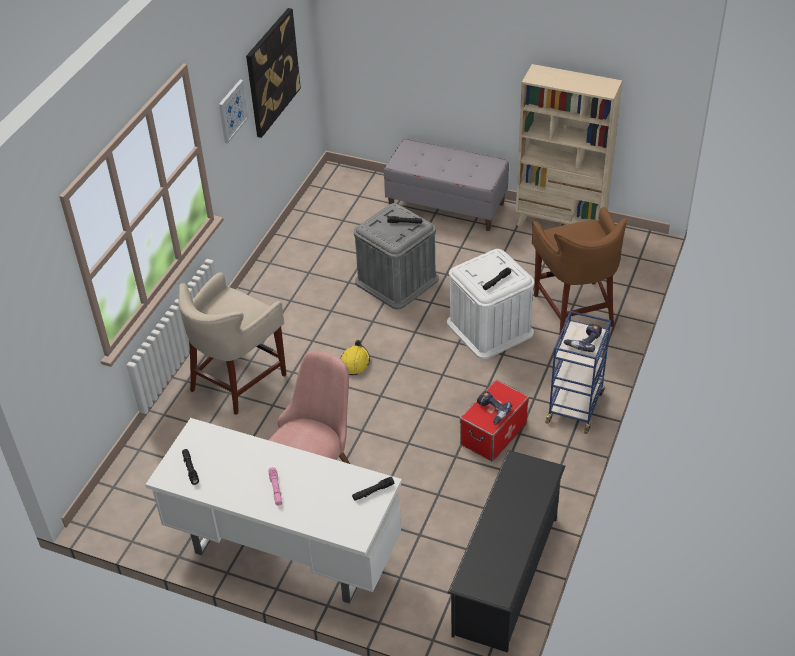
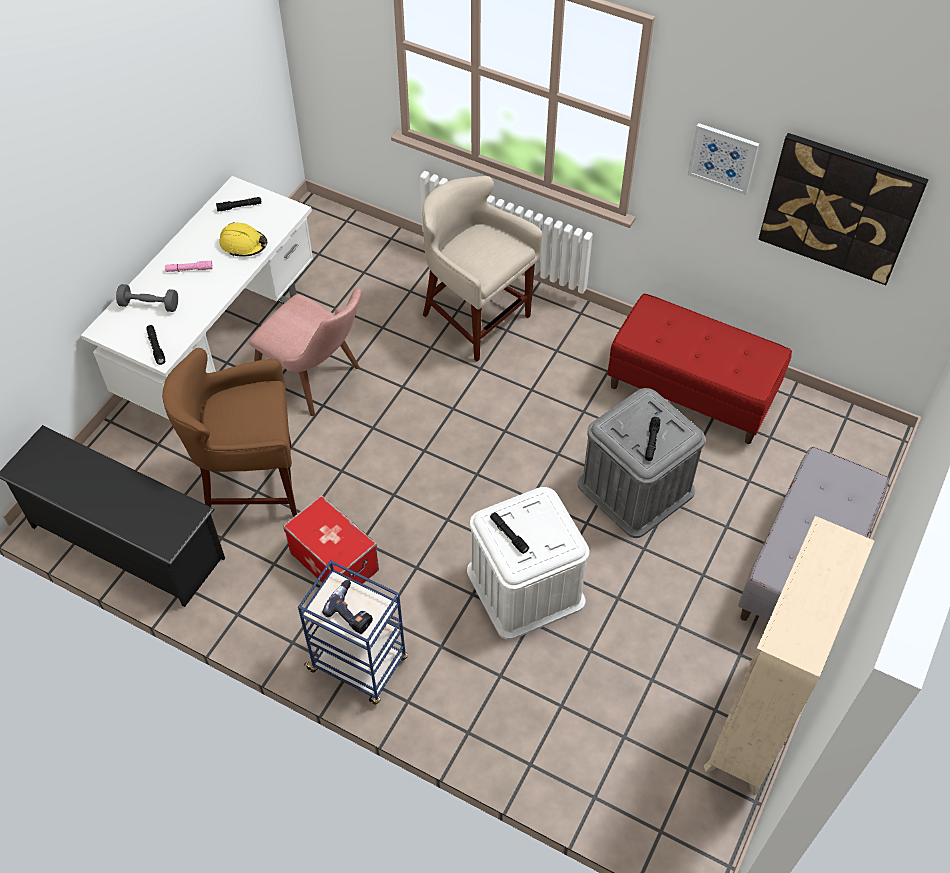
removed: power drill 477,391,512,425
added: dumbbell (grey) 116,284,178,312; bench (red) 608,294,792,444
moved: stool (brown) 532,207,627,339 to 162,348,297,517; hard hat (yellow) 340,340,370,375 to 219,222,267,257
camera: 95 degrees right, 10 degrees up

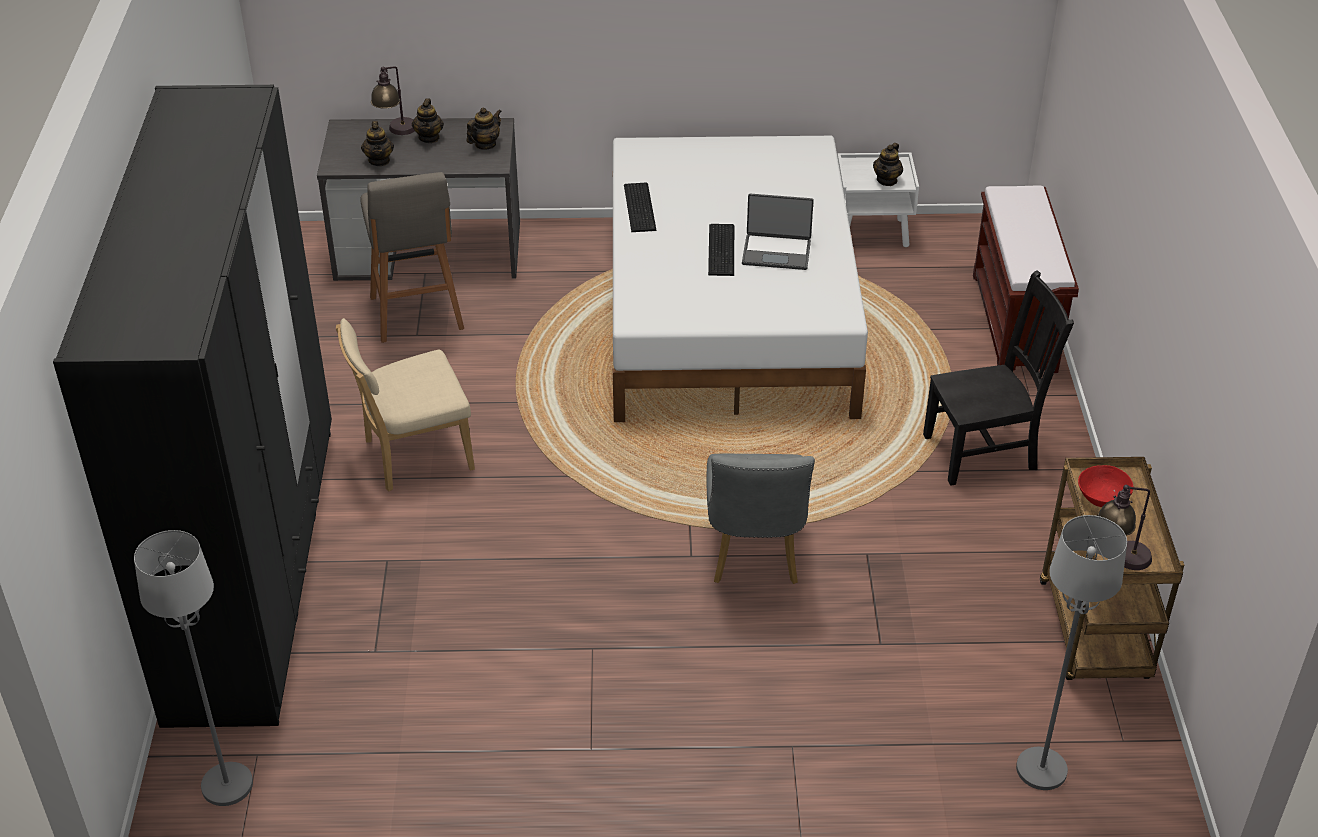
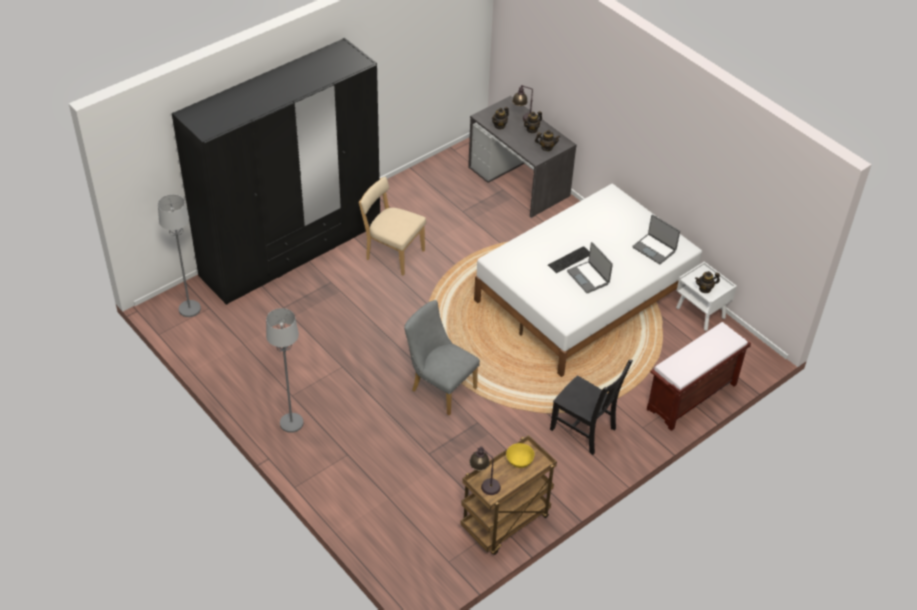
removed: stool (grey) 360,172,464,343; keyboard 624,183,656,232
added: laptop 632,214,680,264
moved: floor lamp (grey) 1016,515,1127,790 to 266,308,303,433
recoloured: bowl (red) 1078,465,1133,507 to bowl (yellow) 506,443,534,468
turned: chair (grey) 707,454,815,584 = 404,300,480,415 75 degrees clockwise
camera: 50 degrees right, 5 degrees up

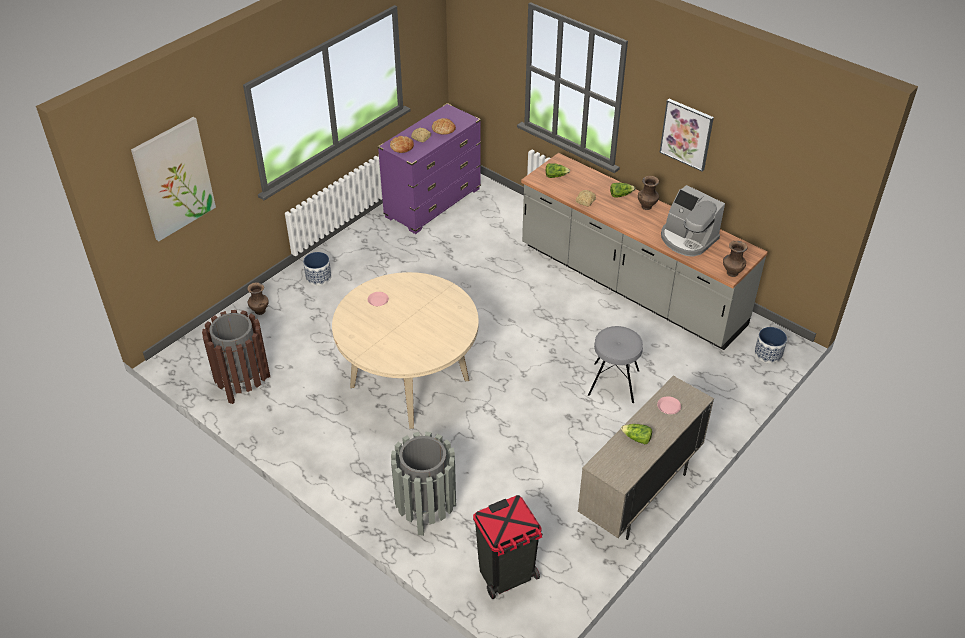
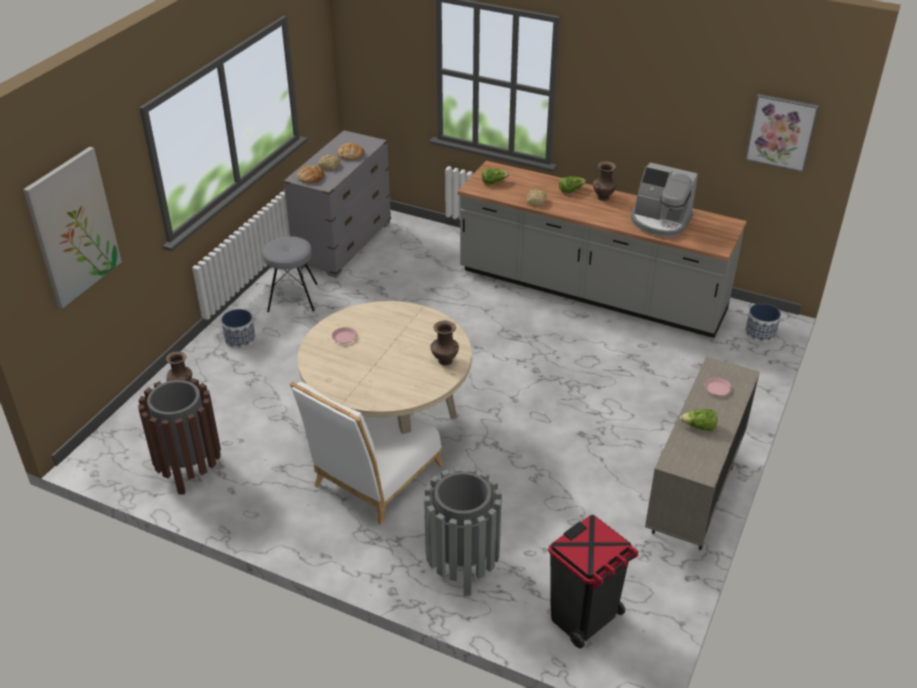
added: chair (white) 290,382,444,525
moved: picture 659,99,714,171 to 745,94,819,172; vase (brown) 723,241,748,277 to 431,321,459,366; stool (grey) 588,326,643,403 to 263,236,318,312
recoloured: dresser (purple) 378,103,481,234 to dresser (grey) 283,130,391,278
camera: 15 degrees left, 5 degrees down

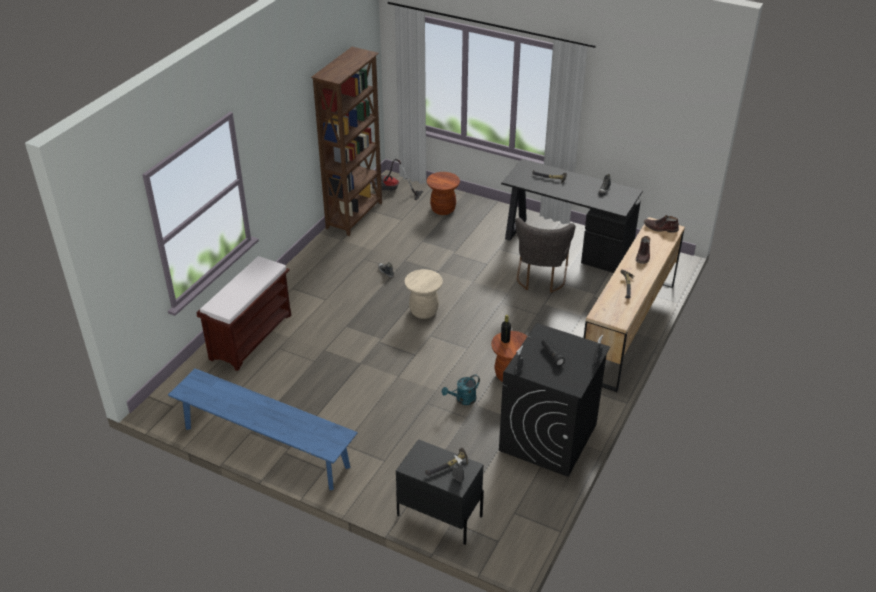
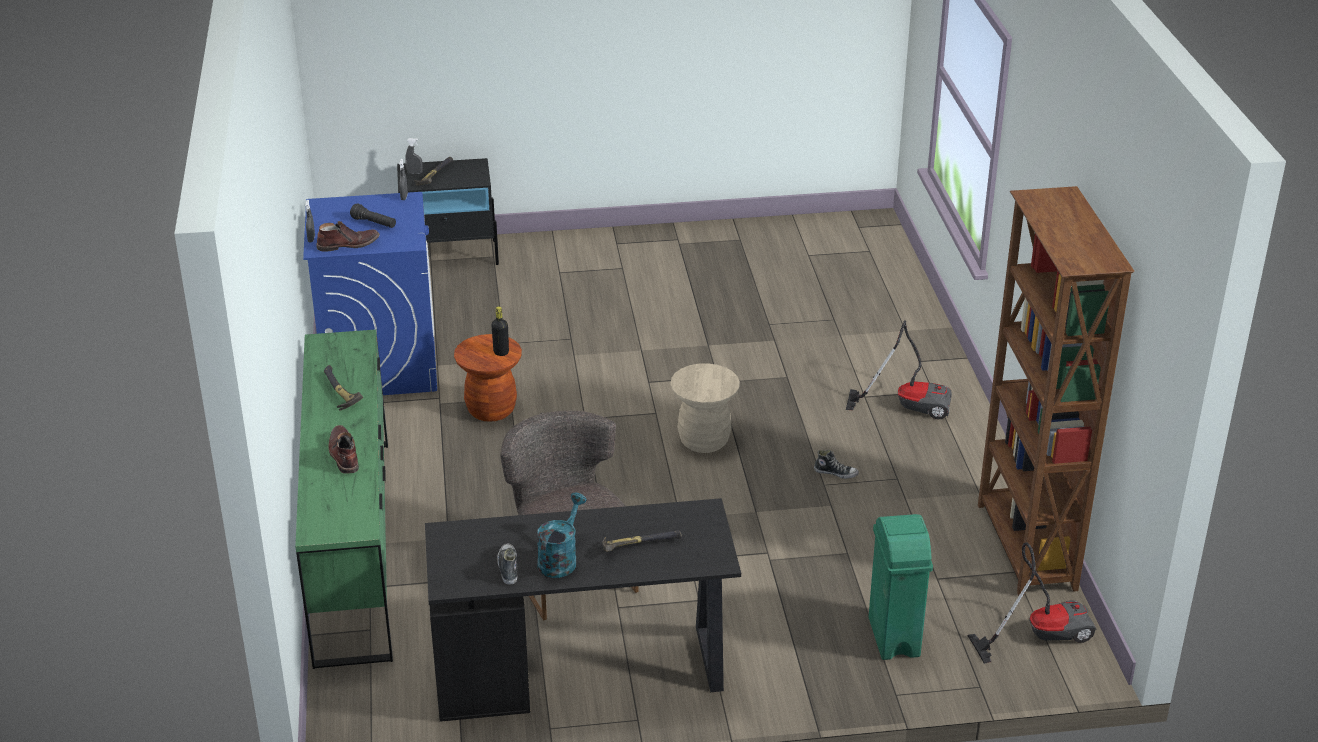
removed: bench (brown) 196,256,291,371; bench (blue) 168,368,358,490
added: vacuum cleaner 846,320,952,420
moved: boot (brown) 644,215,679,233 to 316,221,380,251; watering can (turquoise) 442,375,480,405 to 537,493,587,578
replaced: stool (brown) 427,172,460,215 to trash can (green) 869,514,933,660
recoloured: dresser (brown) 584,217,685,392 to dresser (green) 295,329,393,669; washing machine (black) 499,323,610,477 to washing machine (blue) 303,192,437,395
camera: 145 degrees right, 5 degrees down

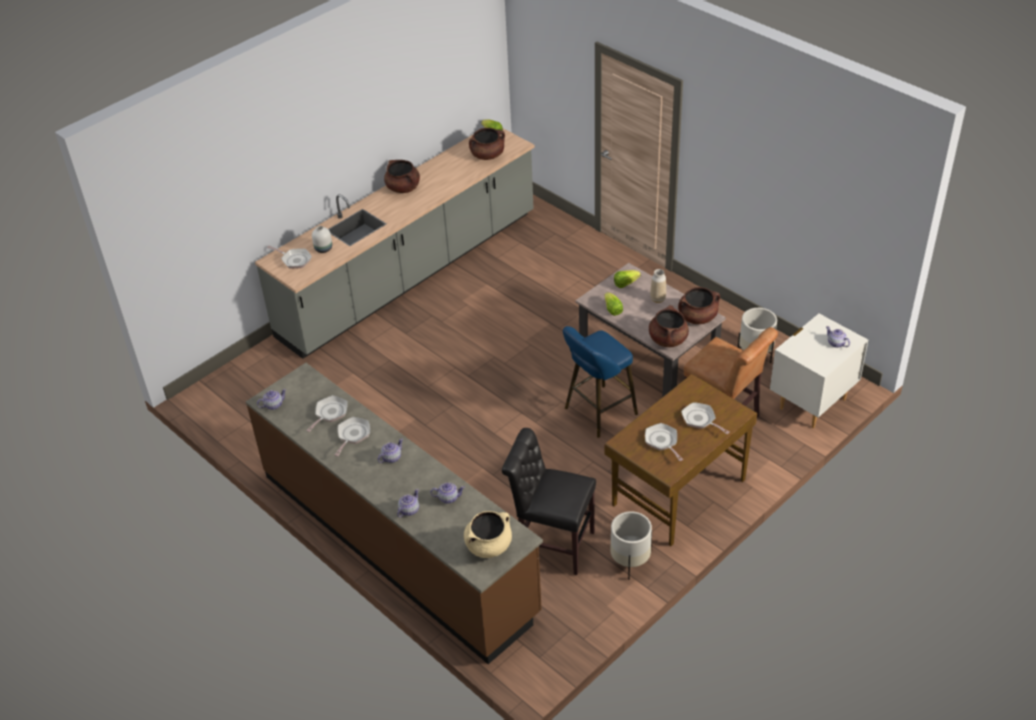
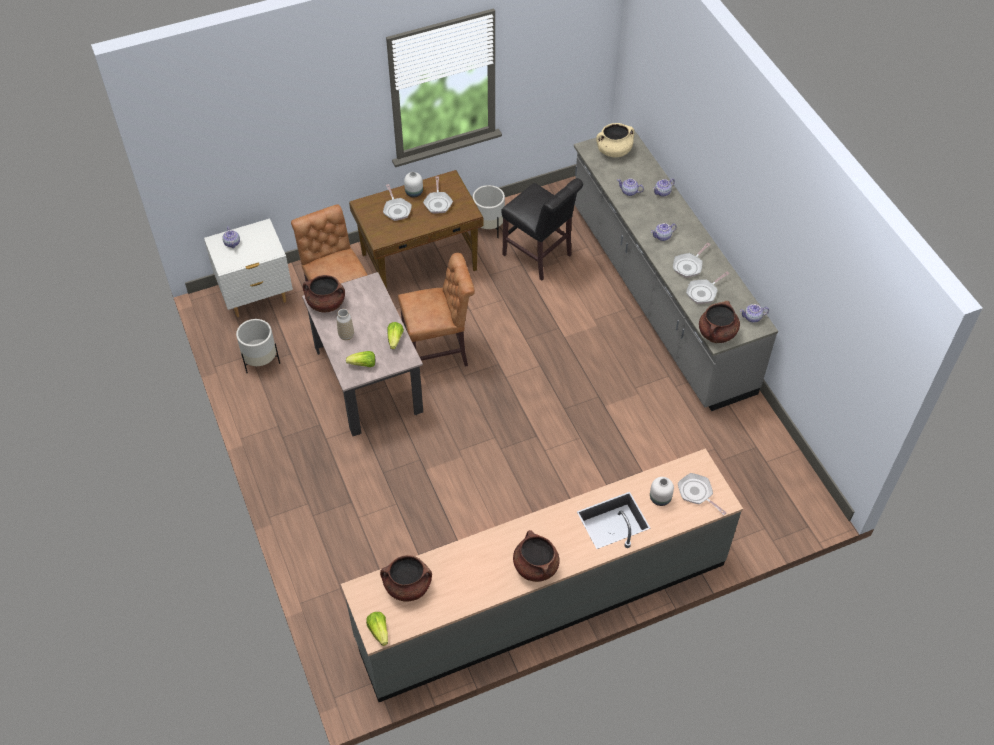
added: vase (white) 404,172,423,197
moved: cooking pot (brown) 649,305,689,347 to 699,301,740,343
replaced: stool (blue) 563,326,638,438 to chair (brown) 398,253,475,367
recoloured: counter (brown) 246,363,543,664 to counter (grey) 574,130,778,411
camera: 160 degrees left, 10 degrees up

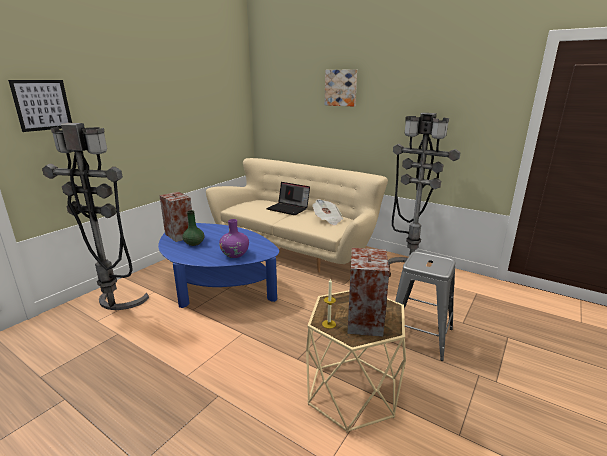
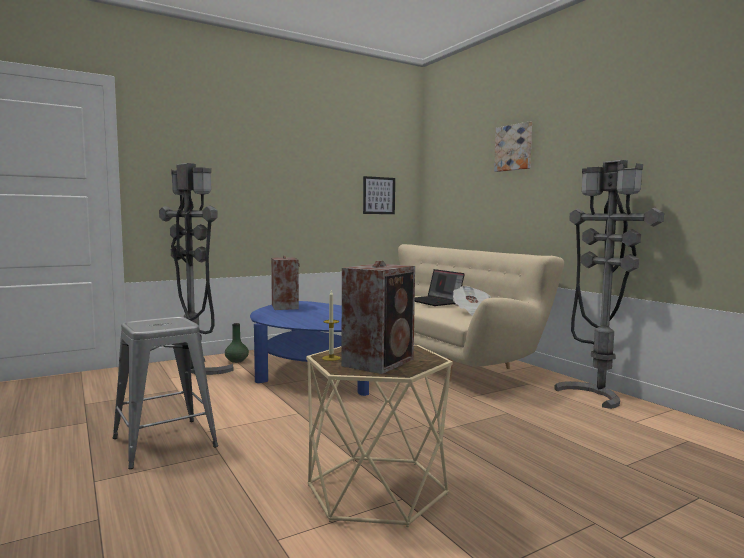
removed: vase (purple) 219,219,249,258
moved: picture 8,80,72,132 to 363,176,395,214; vase (green) 183,210,204,246 to 225,323,249,363; stool (grey) 395,251,456,361 to 113,317,218,469
camera: 25 degrees right, 15 degrees down

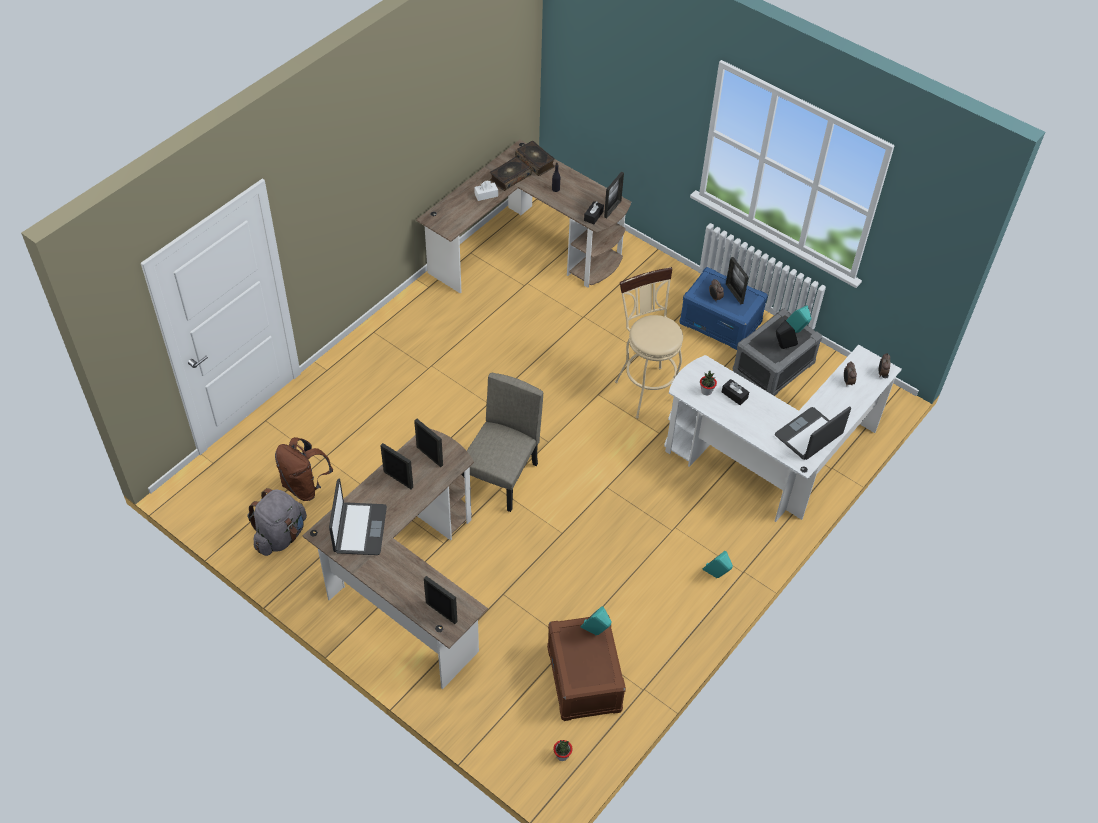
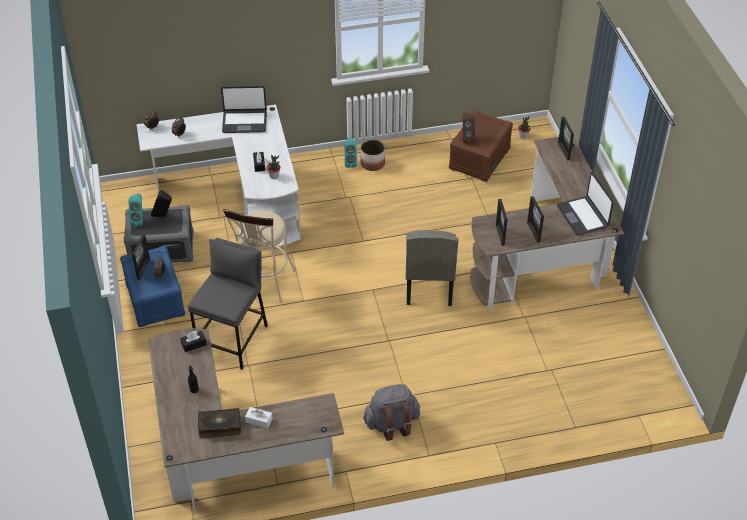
removed: book 515,141,555,176; picture frame 604,172,624,219; backpack (brown) 275,437,333,501
added: planter 361,140,385,171; stool (grey) 188,238,268,370
moved: backpack (grey) 247,488,307,556 to 363,384,420,441
recoloured: speaker (turquoise) 580,606,612,635 to speaker (brown) 463,112,475,143
turned: chair (beige) 461,373,543,512 = 406,230,458,306 60 degrees counterclockwise; laptop 329,478,387,555 = 557,172,614,235 60 degrees counterclockwise
camera: 140 degrees left, 5 degrees down

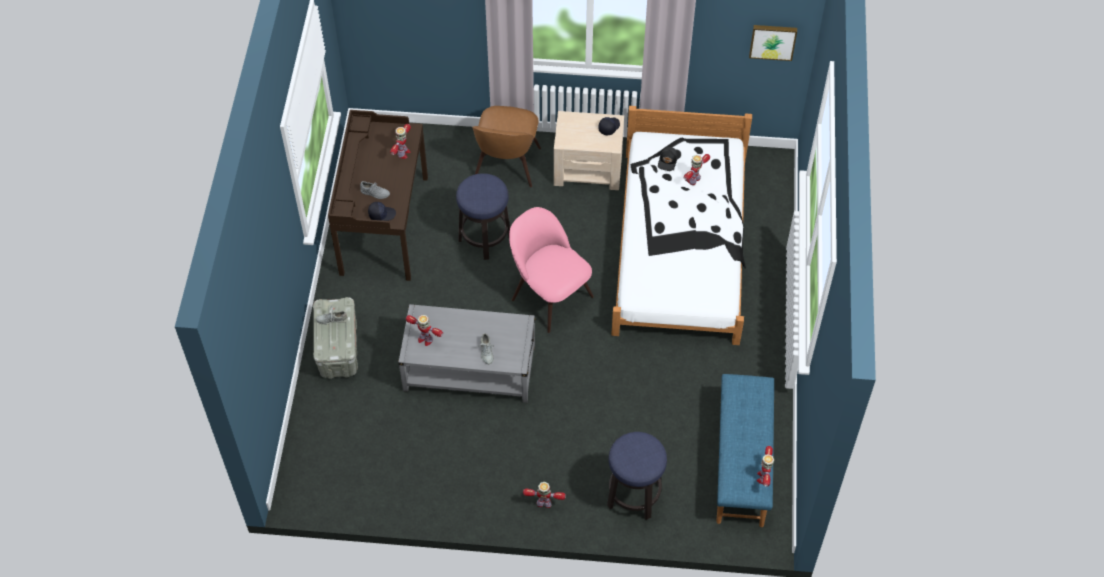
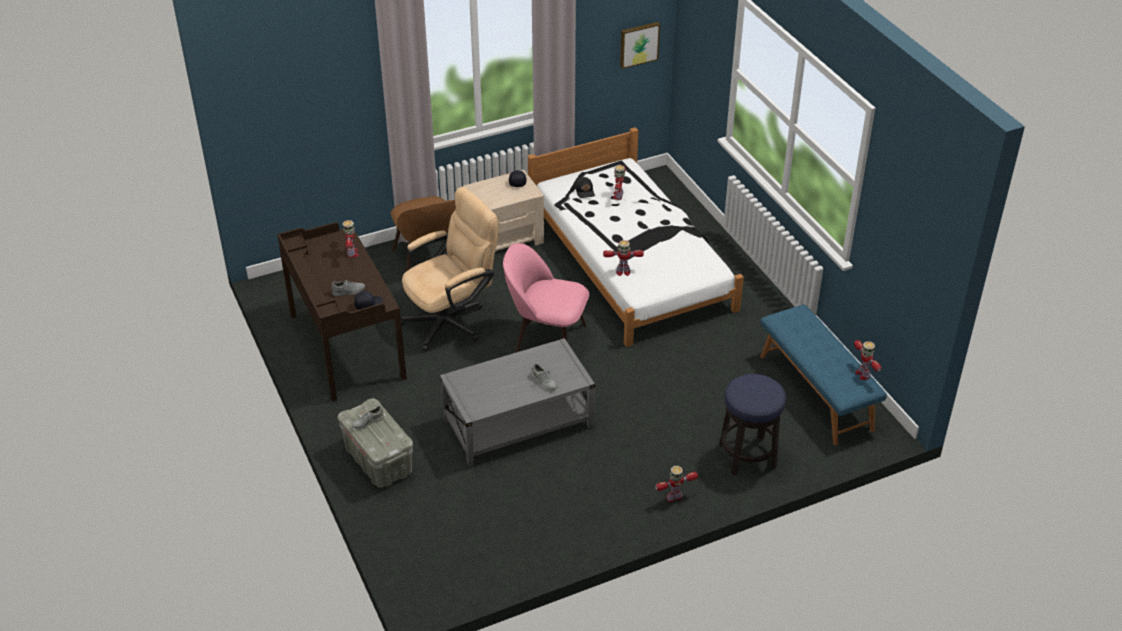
moved: toy robot 406,315,443,346 to 603,240,644,276
replaced: stool 456,173,510,260 to office chair (beige) 401,187,498,351
camera: 30 degrees left, 15 degrees down

